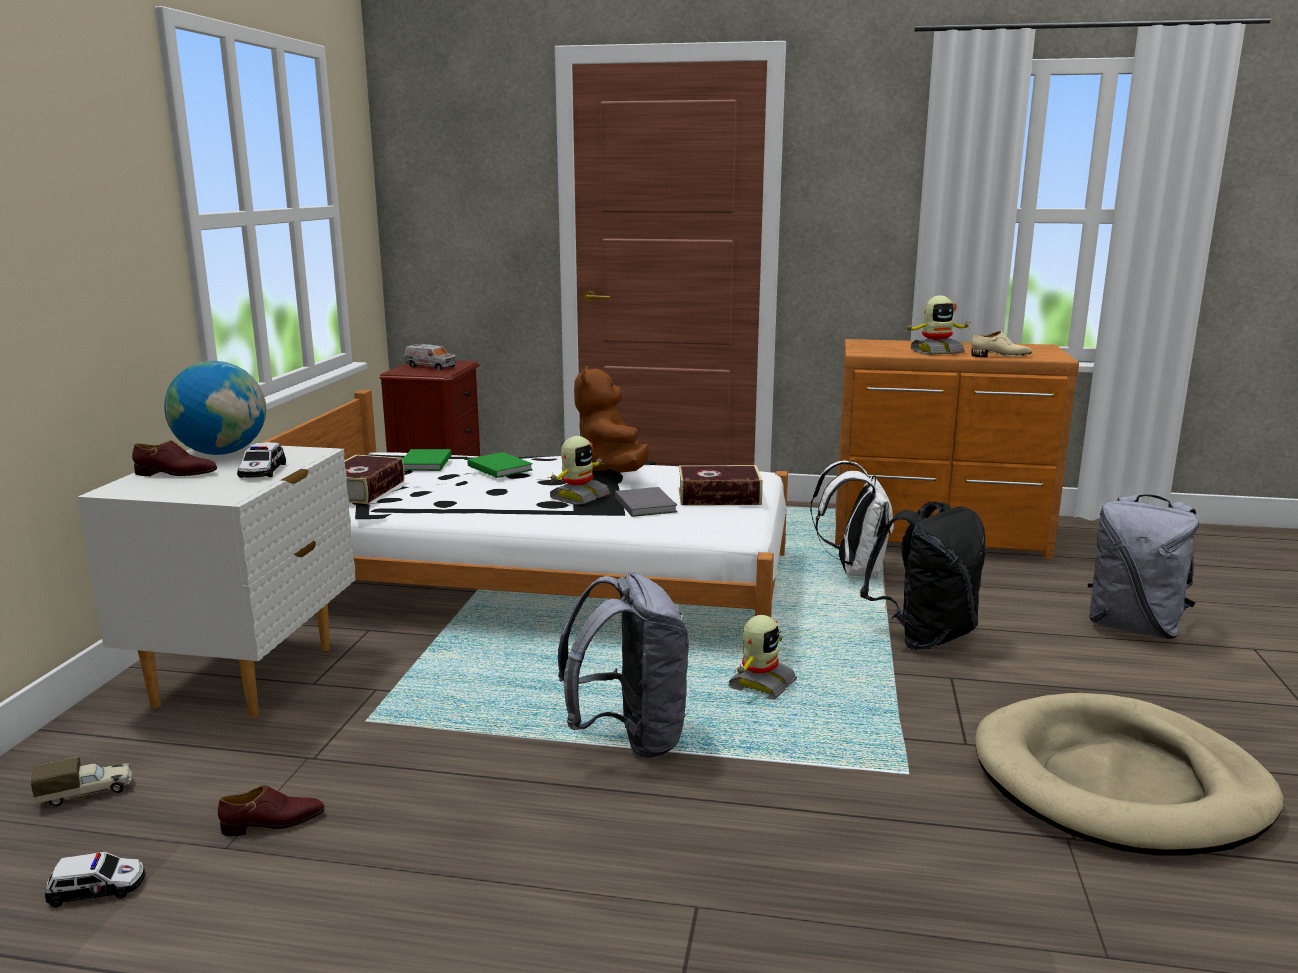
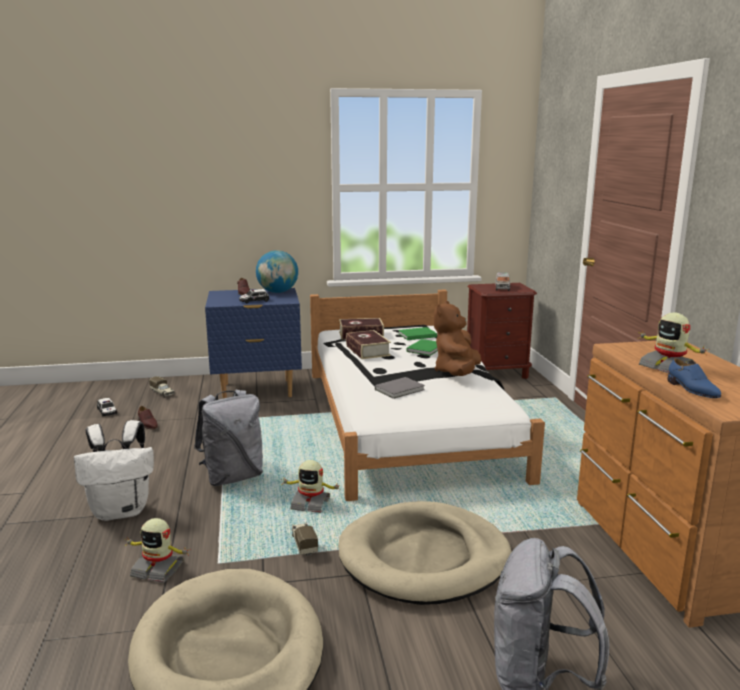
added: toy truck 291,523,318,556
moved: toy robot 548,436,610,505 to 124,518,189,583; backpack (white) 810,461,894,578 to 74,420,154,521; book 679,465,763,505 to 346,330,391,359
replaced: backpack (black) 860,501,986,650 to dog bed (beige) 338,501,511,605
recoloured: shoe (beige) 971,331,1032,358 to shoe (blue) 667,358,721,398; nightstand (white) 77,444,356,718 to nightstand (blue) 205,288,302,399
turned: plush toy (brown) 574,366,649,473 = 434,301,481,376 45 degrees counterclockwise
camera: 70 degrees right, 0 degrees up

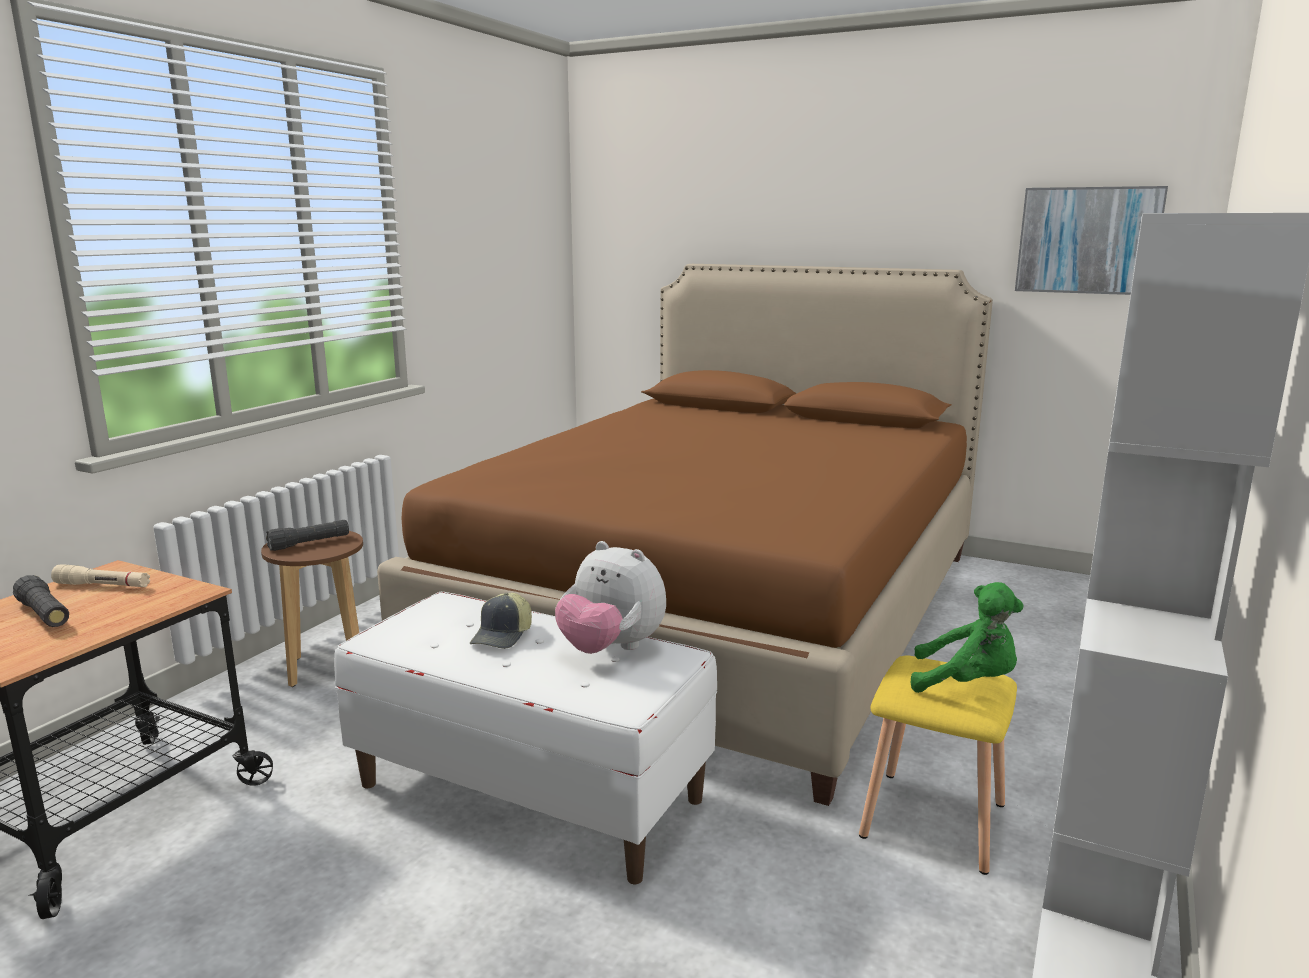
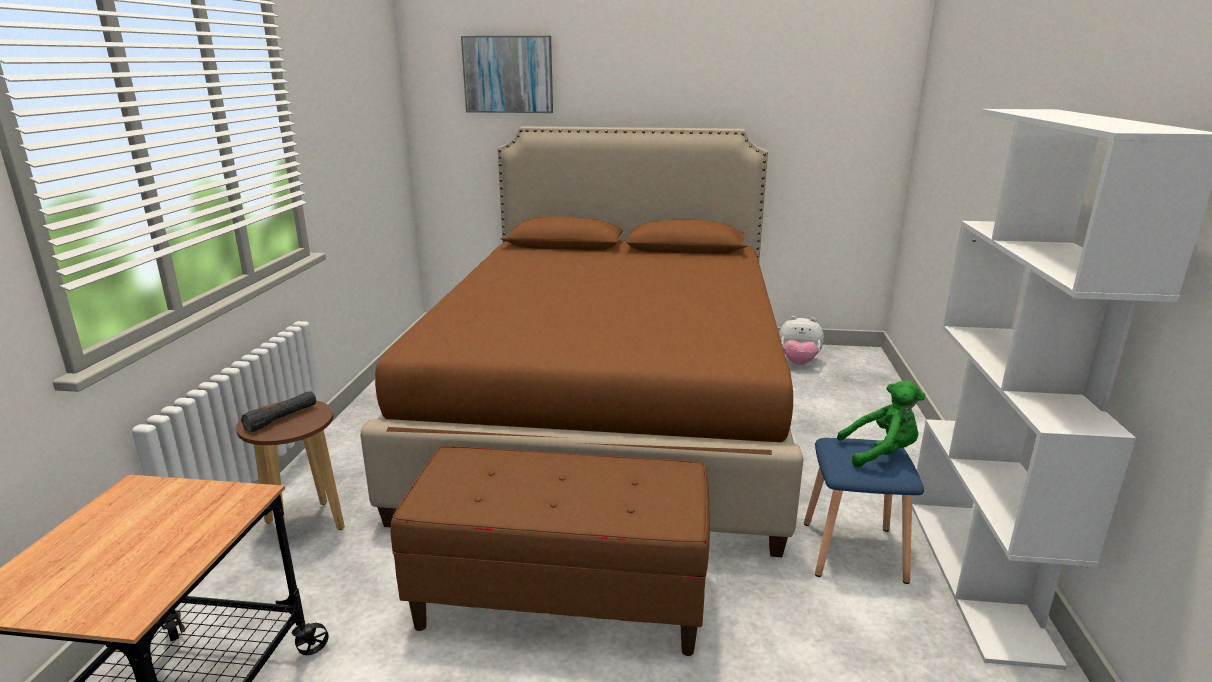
removed: flashlight (beige) 51,564,150,587; flashlight (black) 13,575,69,627; cap 470,593,532,649
moved: picture 1015,186,1168,295 to 461,36,553,113; plush toy 555,541,666,654 to 779,316,824,365
recoloured: bench (white) 334,592,717,884 to bench (brown) 390,446,710,656; stool (yellow) 859,656,1017,875 to stool (blue) 804,438,924,584
camera: 20 degrees left, 5 degrees up

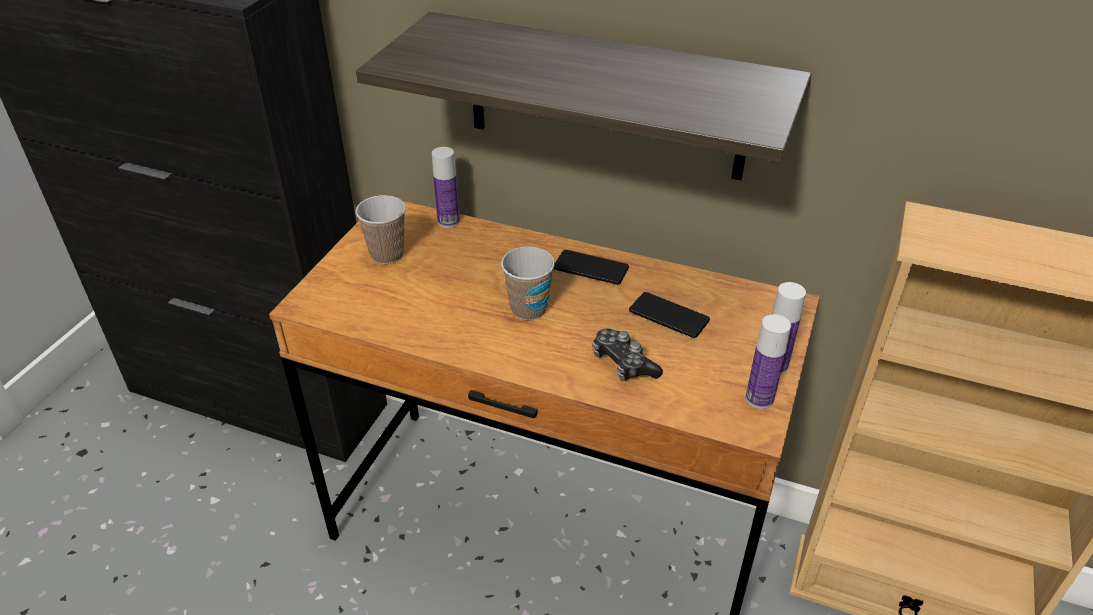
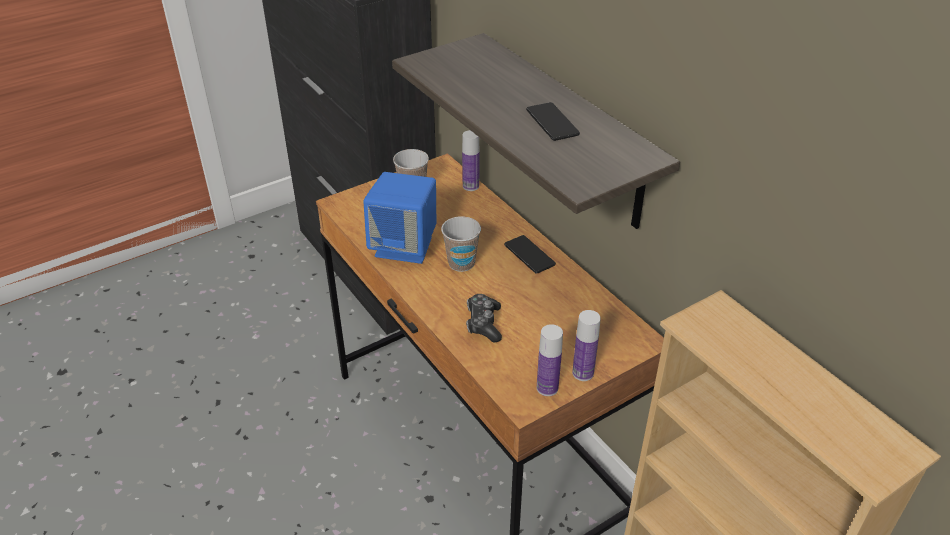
added: speaker (blue) 363,172,437,264
moved: phone 629,292,710,338 to 526,102,580,141
camera: 35 degrees right, 0 degrees up

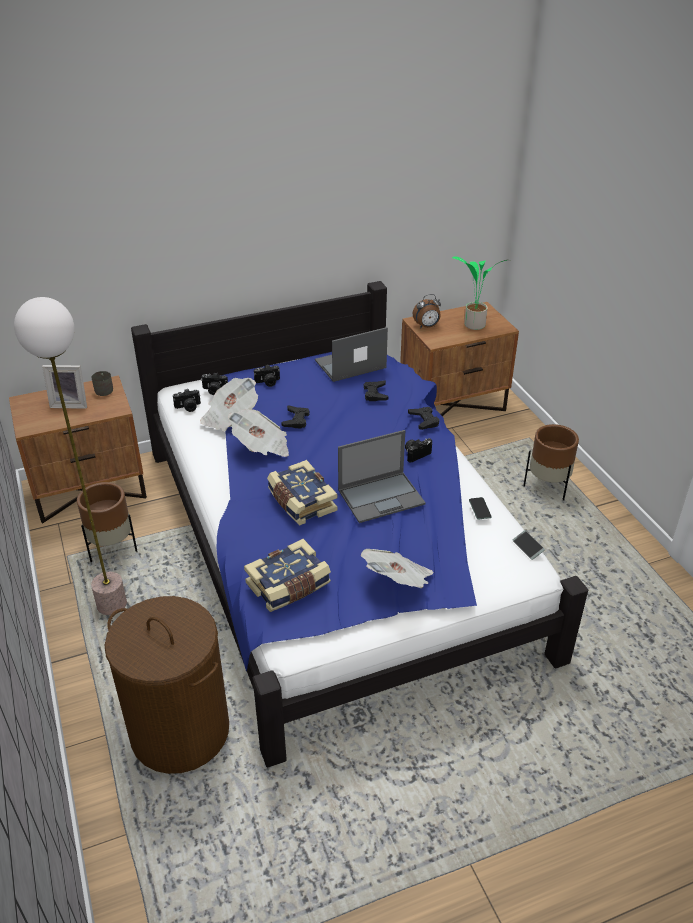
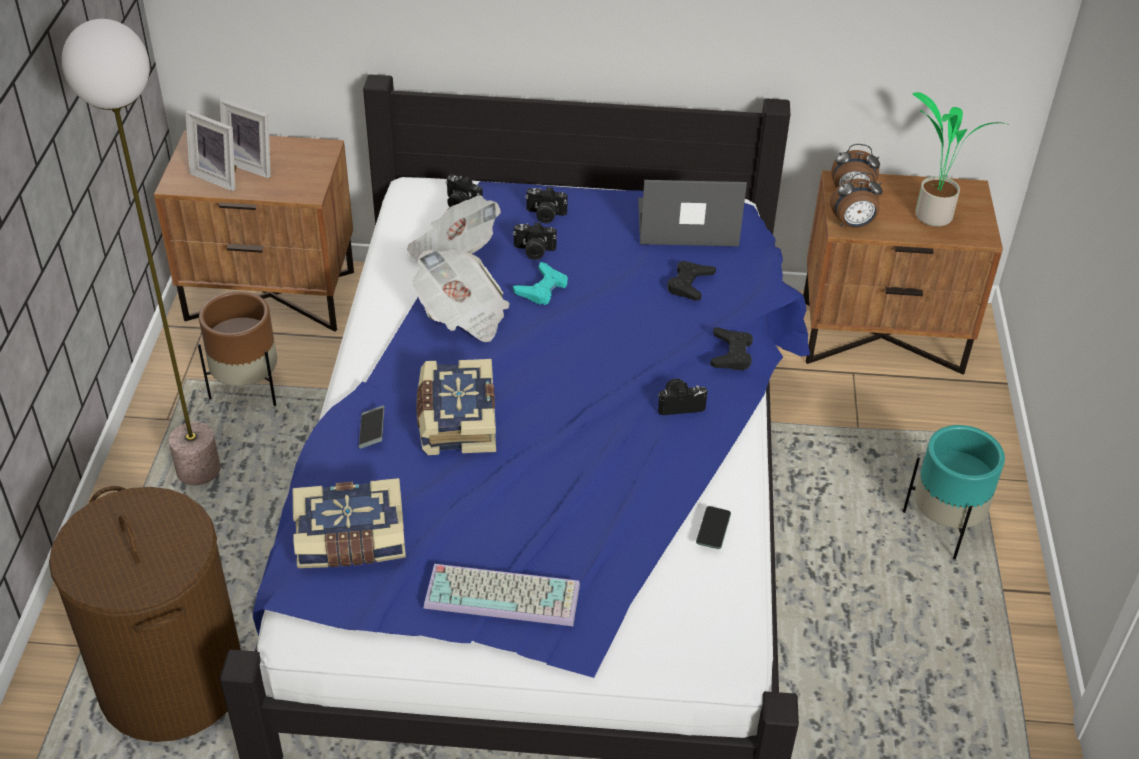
removed: mug (grey) 91,371,113,396; laptop 338,430,426,523
added: picture frame 185,110,237,191; alarm clock 830,173,883,228
moved: photo camera 173,389,201,412 to 513,222,557,260; phone 513,530,545,560 to 359,406,385,449
replaced: newspaper 361,549,433,588 to keyboard 424,564,580,626
recoloured: game controller (black) 281,406,310,429 to game controller (turquoise) 513,262,568,305; planter (brown) 523,424,579,500 to planter (turquoise) 903,425,1005,559
camera: 25 degrees right, 5 degrees up

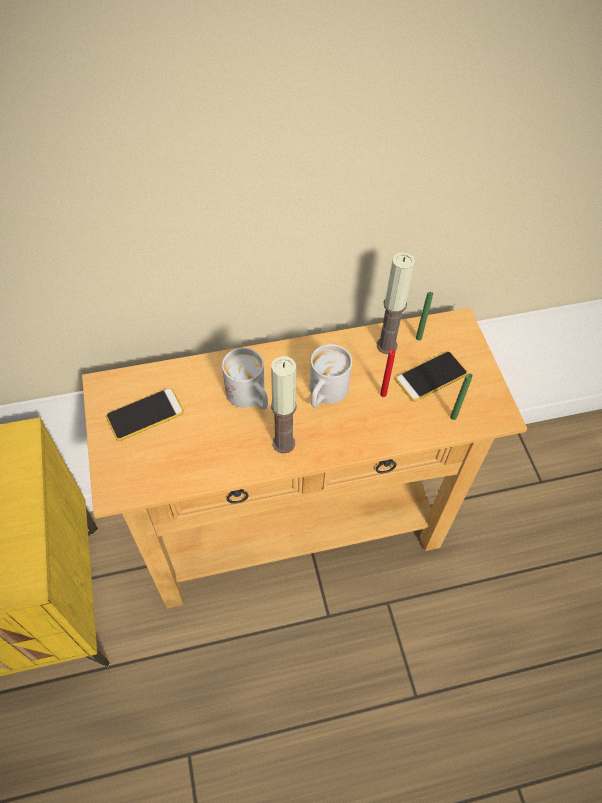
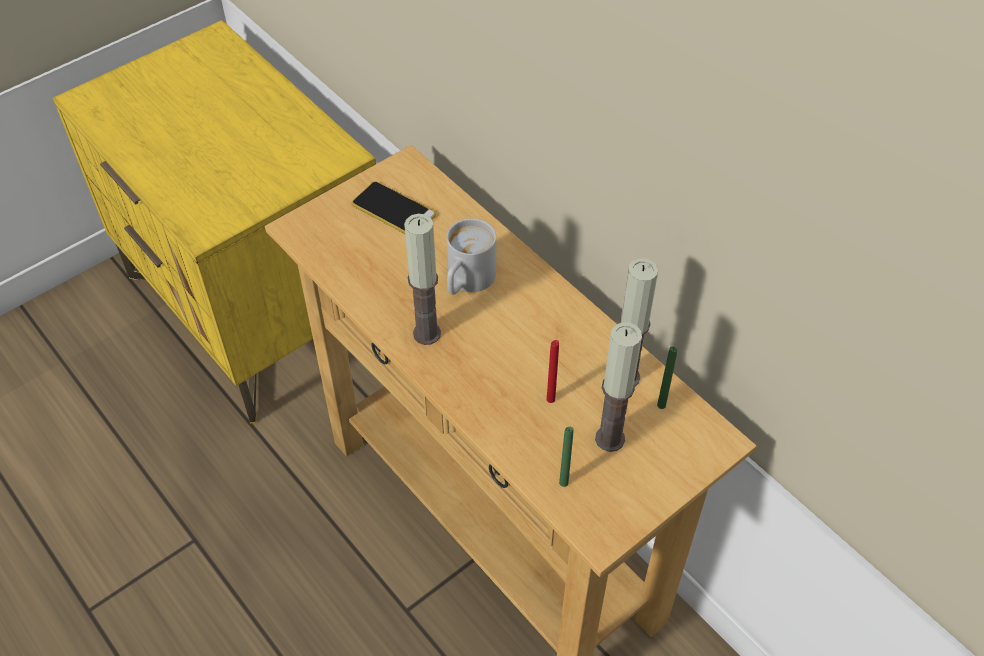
removed: mug (white) 310,344,352,408
replaced: phone 395,351,468,402 to candle 595,322,642,452
camera: 65 degrees right, 5 degrees down

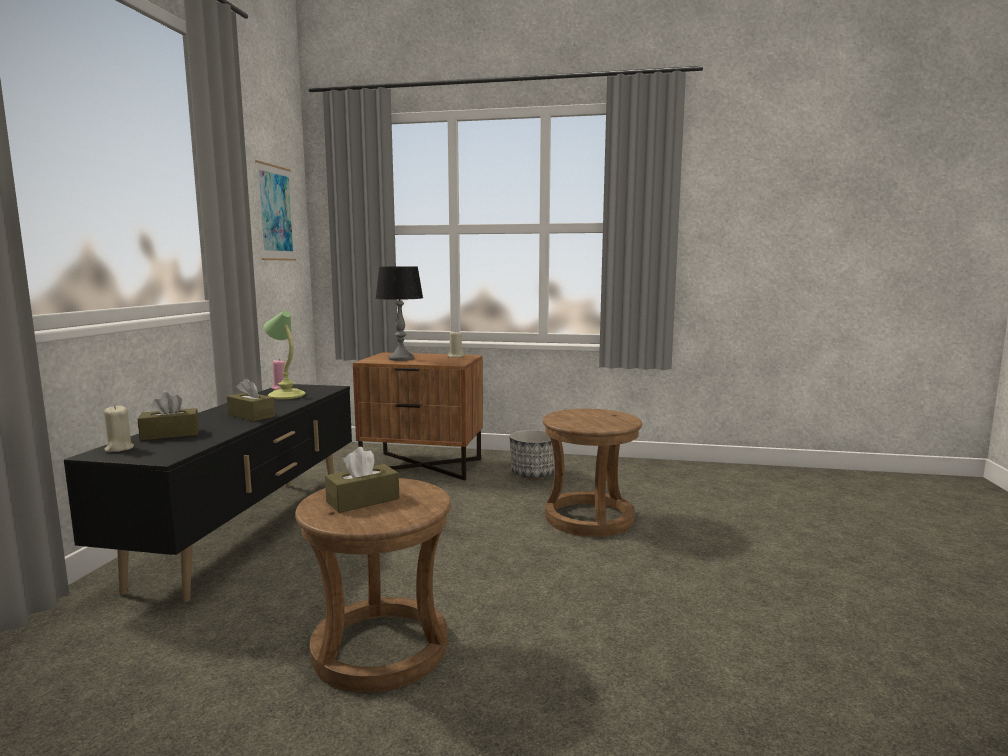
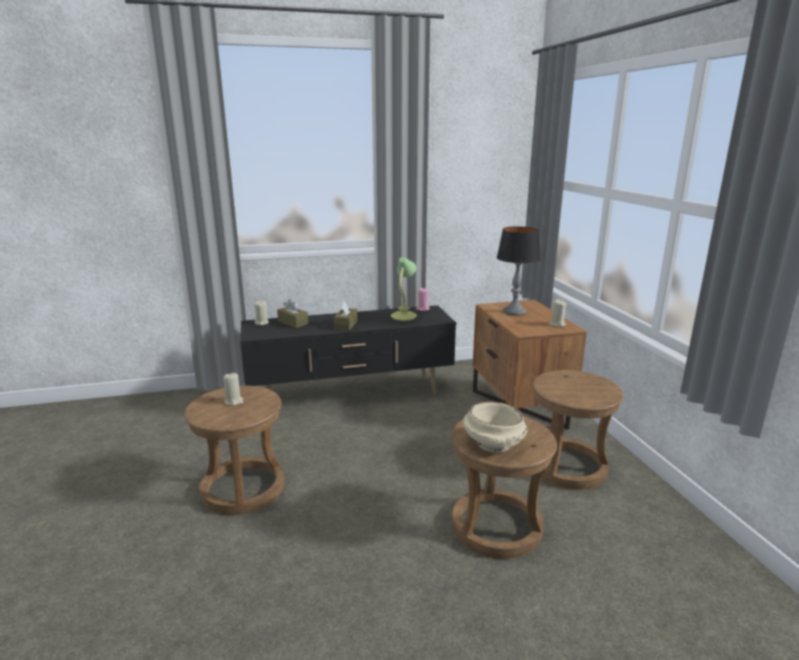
removed: picture 255,160,296,261
added: bowl (beige) 462,401,528,453
replaced: planter 509,430,554,479 to stool (brown) 532,370,624,490; tissue box (brown) 325,447,399,513 to candle (beige) 223,372,243,406
camera: 65 degrees right, 10 degrees up

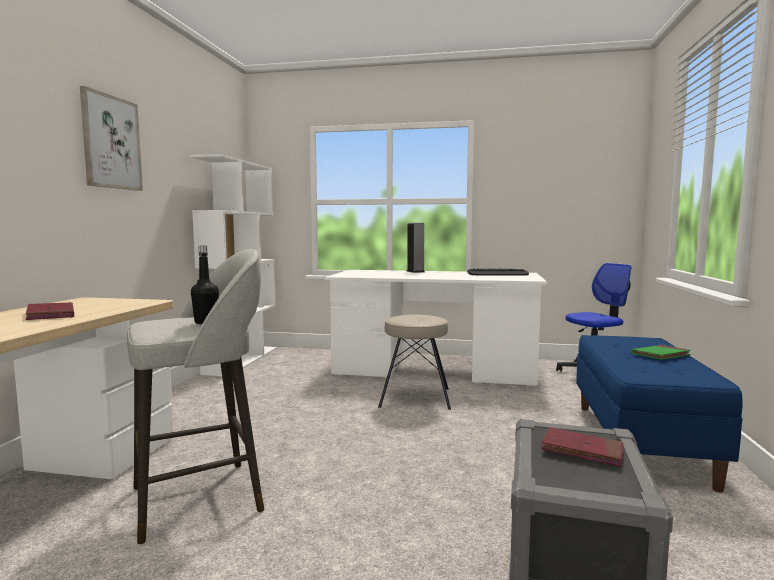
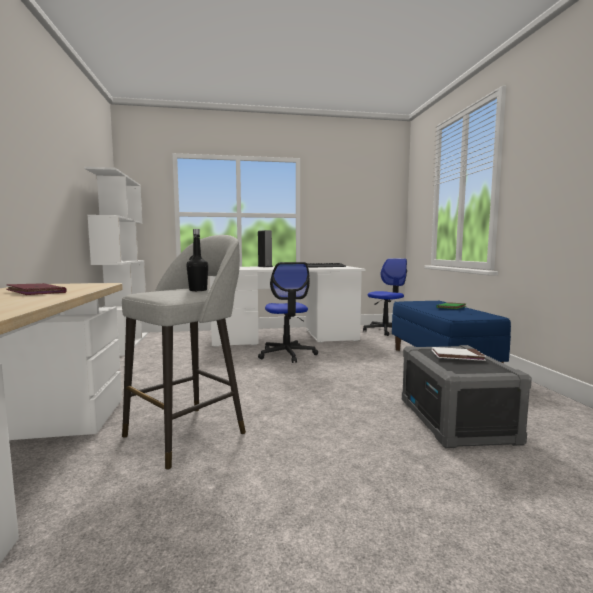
removed: picture 80,86,143,191
replaced: stool (beige) 378,314,451,410 to office chair 258,262,318,363
recoloured: book (red) 541,427,624,467 to book (white) 432,347,486,361
camera: 20 degrees left, 0 degrees up

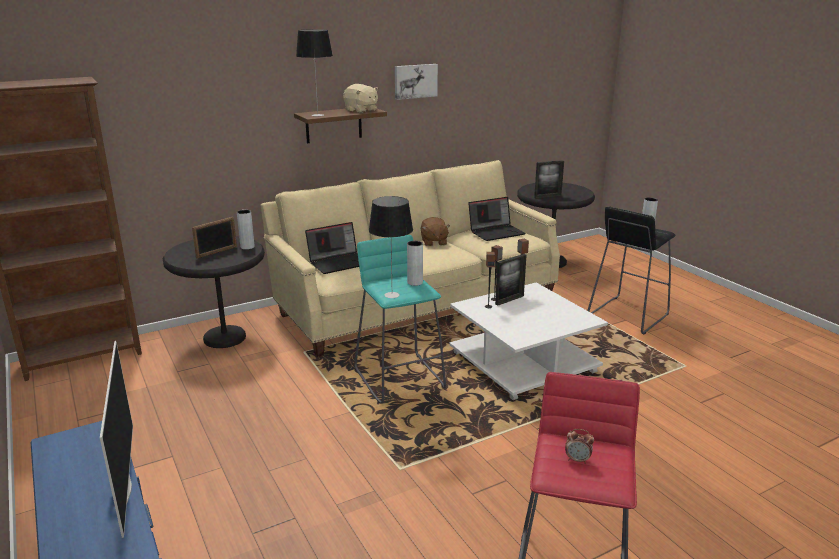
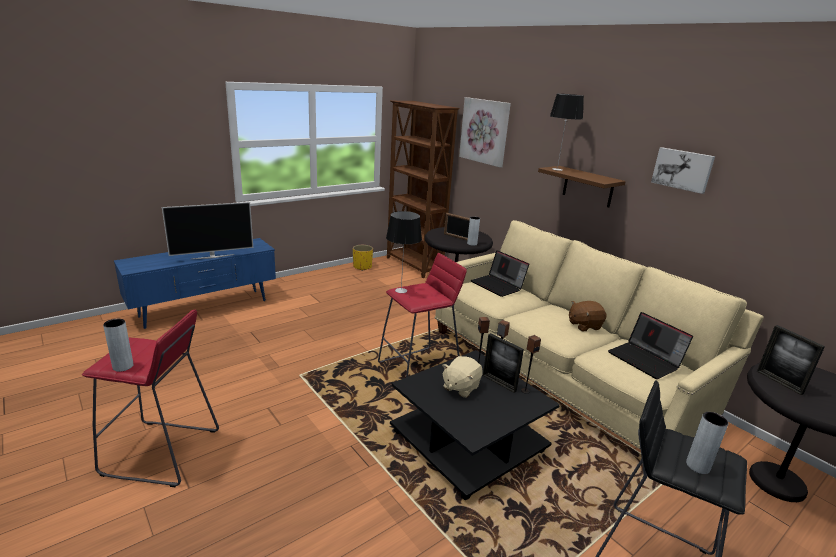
removed: alarm clock 565,429,594,464
added: picture 459,97,511,167; planter (yellow) 353,245,373,271
moved: plush toy (beige) 343,84,378,113 to 442,356,483,398; vase (grey) 407,241,423,286 to 103,319,134,372
recoloured: stool (turquoise) 354,235,446,403 to stool (red) 378,253,467,377; coffee table (white) 449,283,608,400 to coffee table (black) 390,350,560,501
camera: 80 degrees right, 0 degrees up

